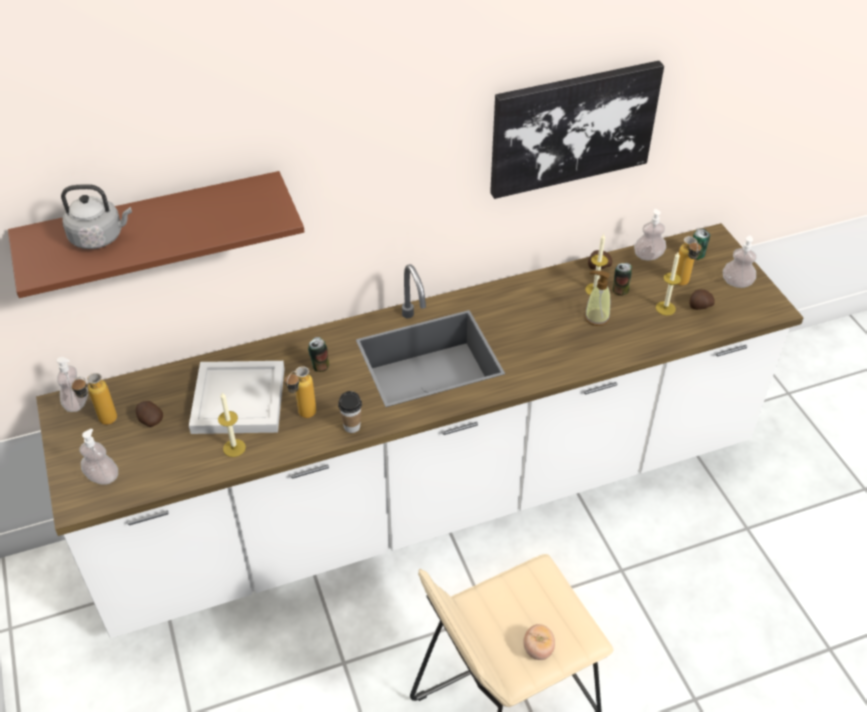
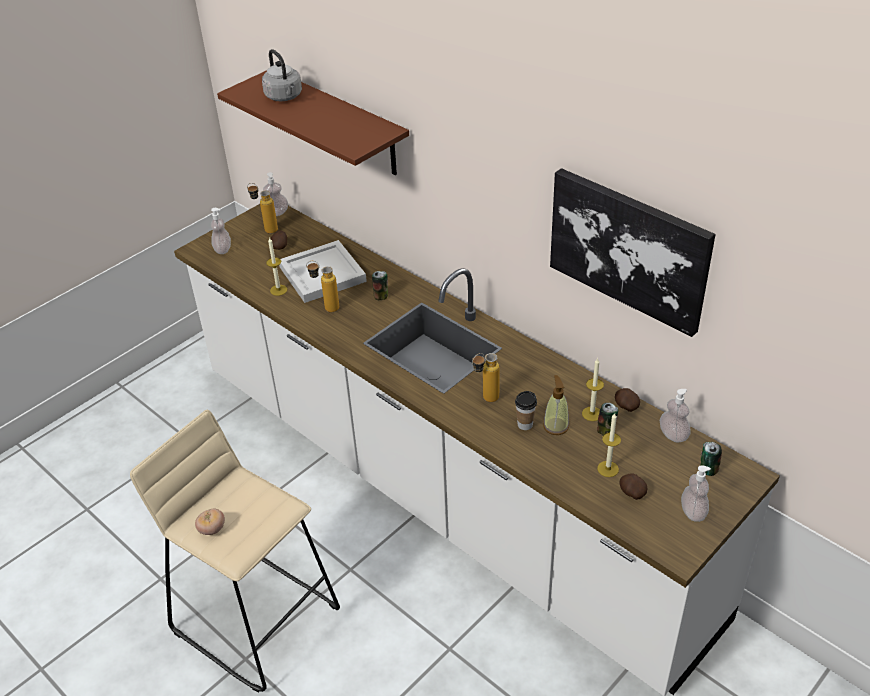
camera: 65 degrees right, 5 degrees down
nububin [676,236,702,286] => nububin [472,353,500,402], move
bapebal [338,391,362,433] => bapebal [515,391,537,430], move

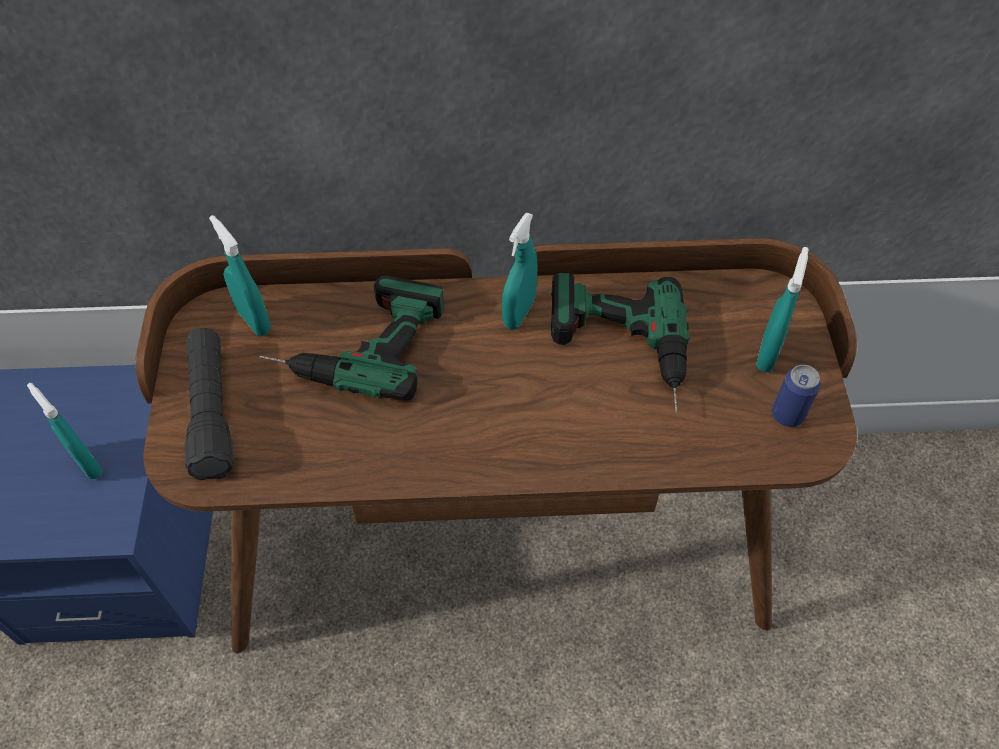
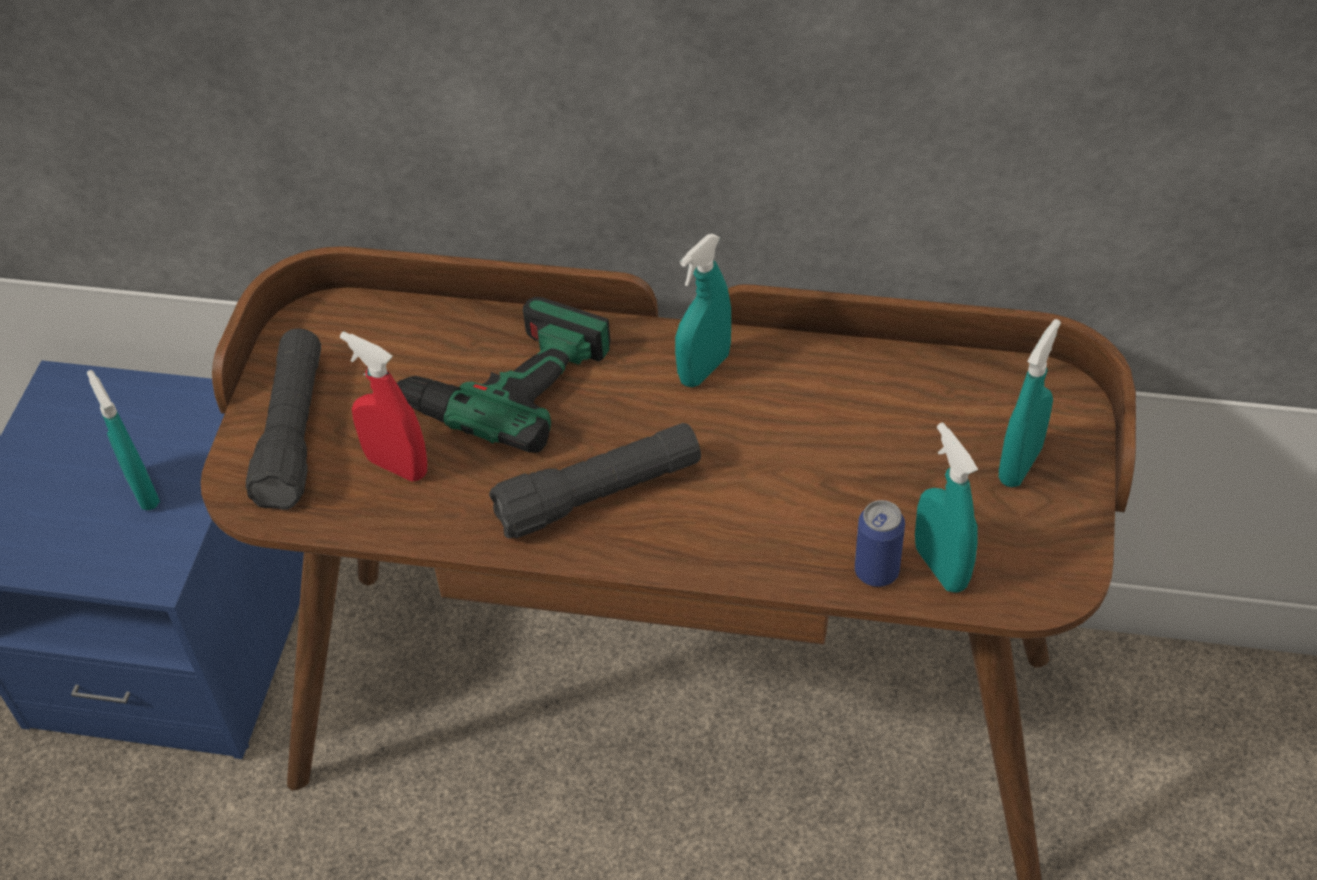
camera: 15 degrees right, 5 degrees down
nothing => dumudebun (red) [340,332,427,482]
nothing => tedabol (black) [489,423,701,538]
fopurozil [772,365,821,427] => fopurozil [855,500,905,587], move
dumudebun (turquoise) [209,215,271,336] => dumudebun (turquoise) [915,423,978,593], move
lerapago [551,273,690,413] => nothing

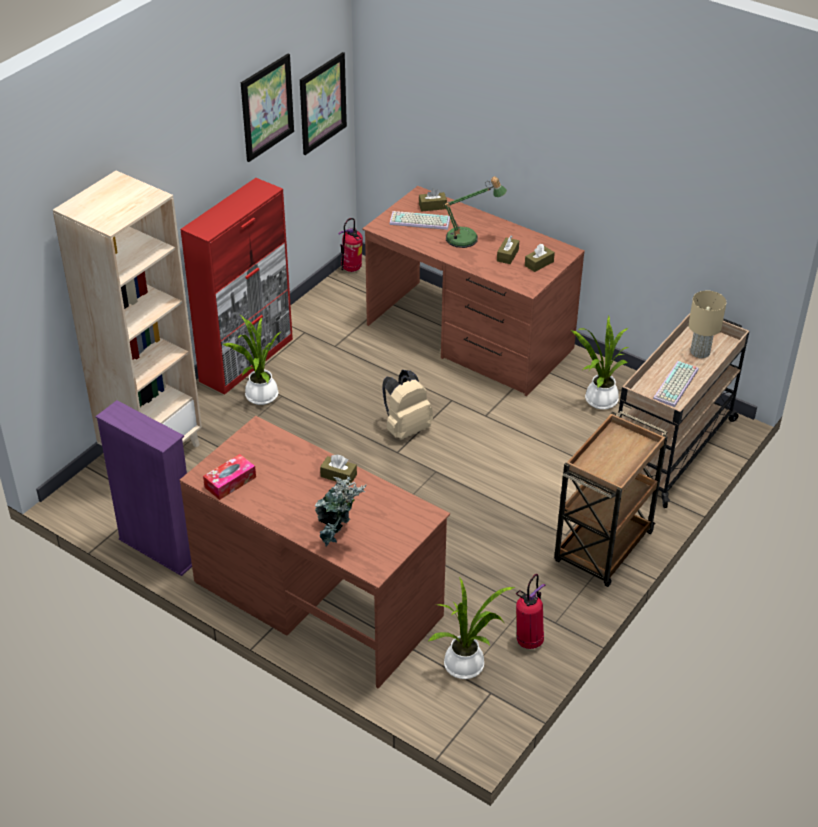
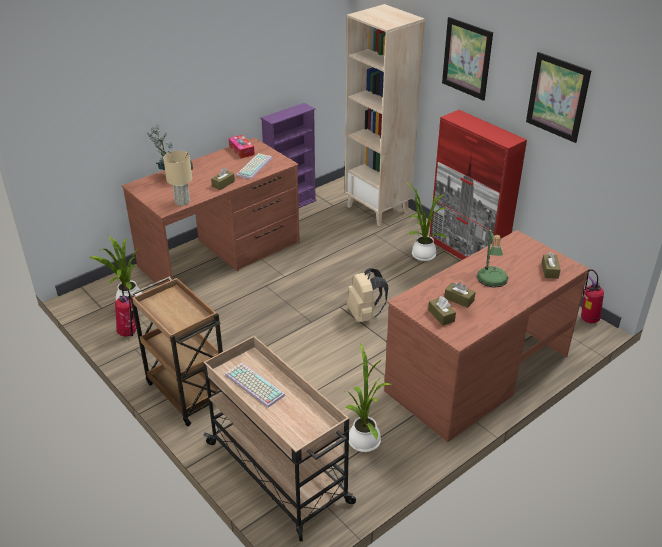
camera: 105 degrees right, 5 degrees down
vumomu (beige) [689,291,726,358] => vumomu (beige) [163,151,192,206], move
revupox [389,211,450,230] => revupox [236,153,272,179], move
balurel [300,52,347,155] => balurel [442,17,493,101], move

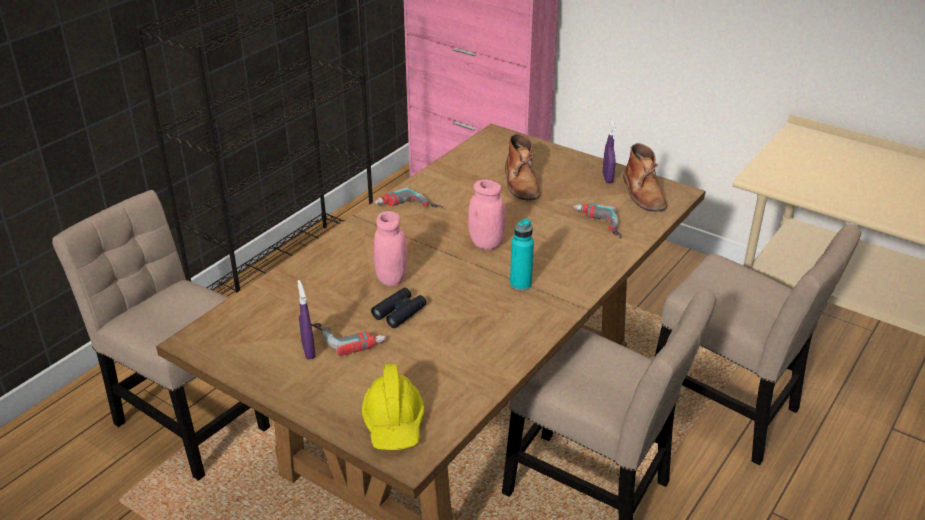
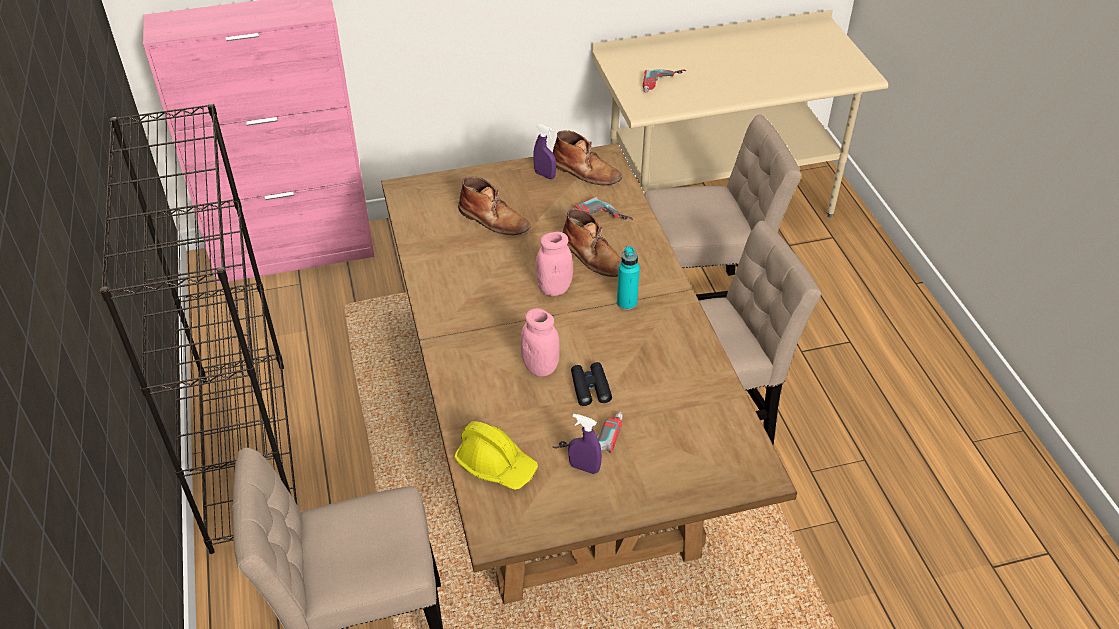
camera: 50 degrees left, 10 degrees up
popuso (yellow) [362,364,424,450] => popuso (yellow) [454,421,538,490], move
nothing => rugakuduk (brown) [563,208,622,277]
lerapago [374,187,443,209] => lerapago [643,69,686,93], move

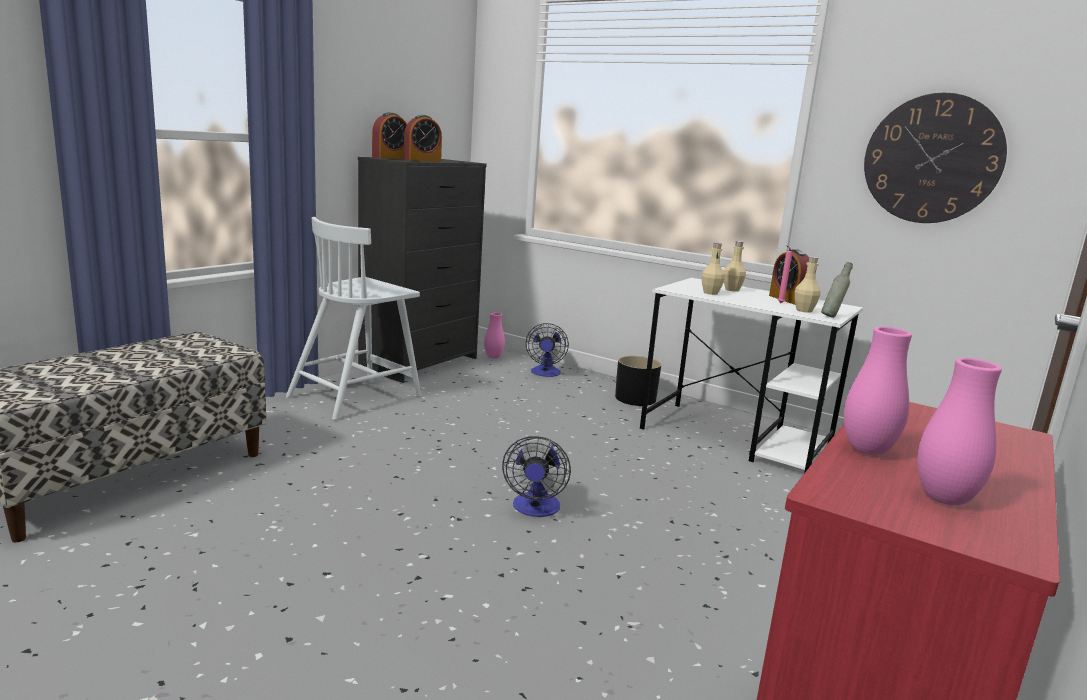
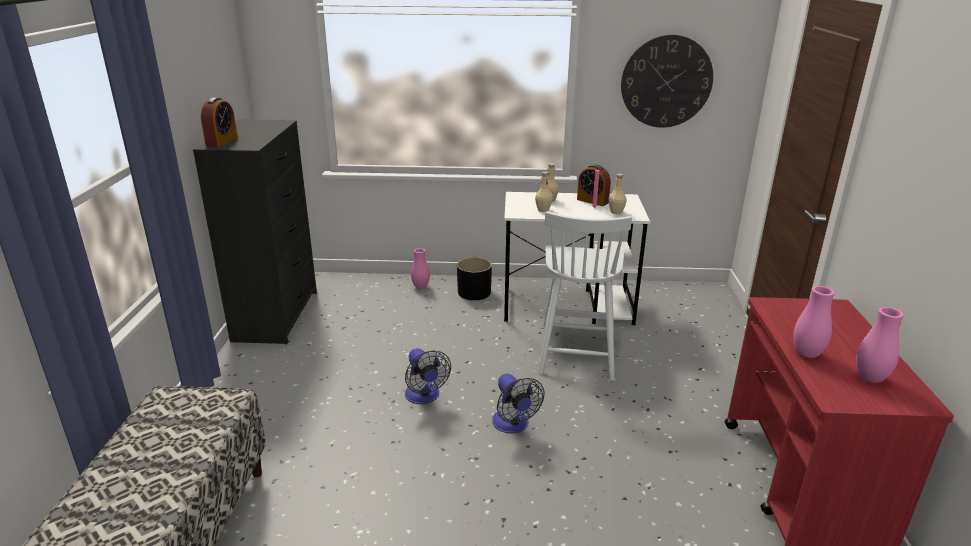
camera: 30 degrees left, 10 degrees up
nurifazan [526,323,569,377] => nurifazan [405,348,451,404], move
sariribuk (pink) [484,313,505,358] => sariribuk (pink) [411,248,430,289], move
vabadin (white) [286,217,421,420] => vabadin (white) [538,211,632,381], move
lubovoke [404,115,442,162] => nothing
nububin (grey) [821,262,853,318] => nothing

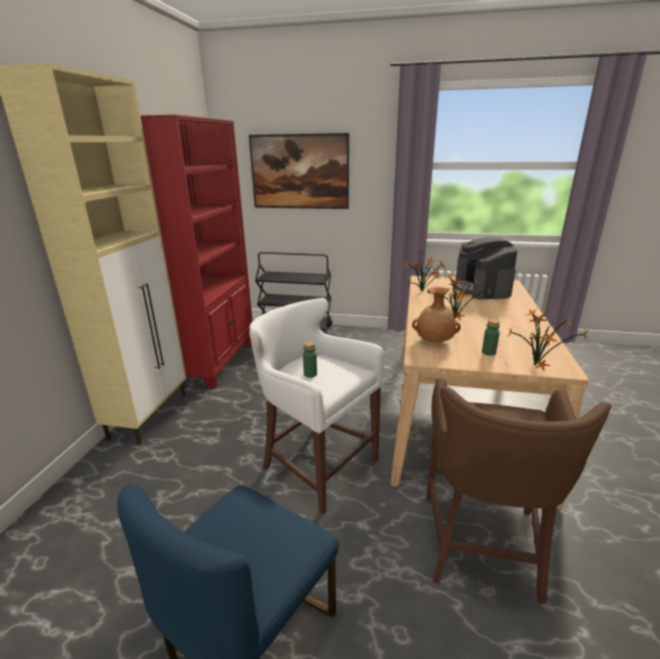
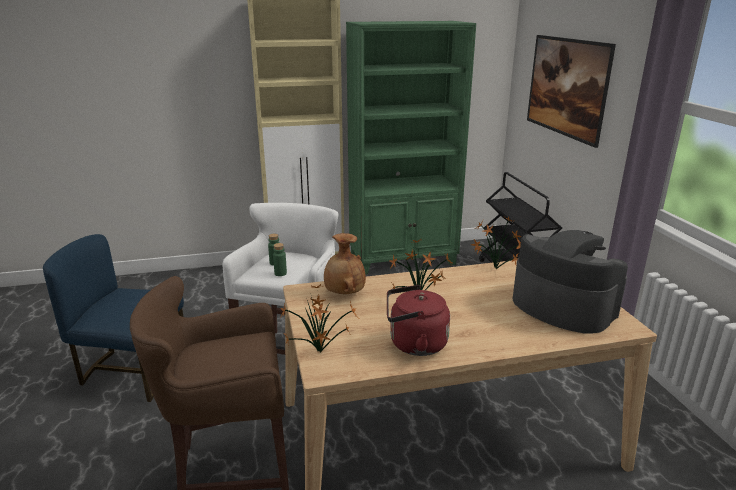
camera: 65 degrees right, 0 degrees up
nububin (green) [482,319,500,356] => nububin (green) [273,243,287,276], move
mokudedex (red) [140,115,252,389] => mokudedex (green) [346,21,476,275]
nothing => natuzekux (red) [387,285,450,356]
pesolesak [454,237,517,300] => pesolesak [513,230,628,334], 75 degrees clockwise

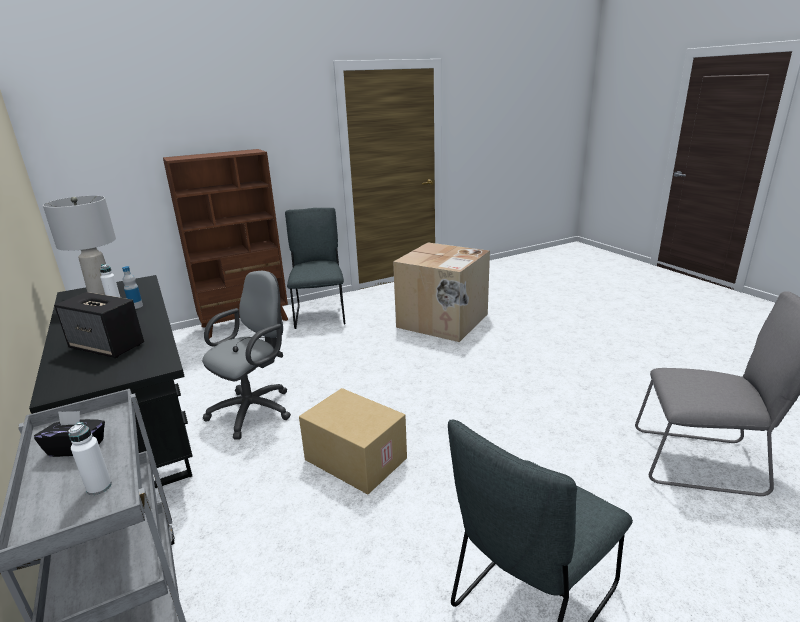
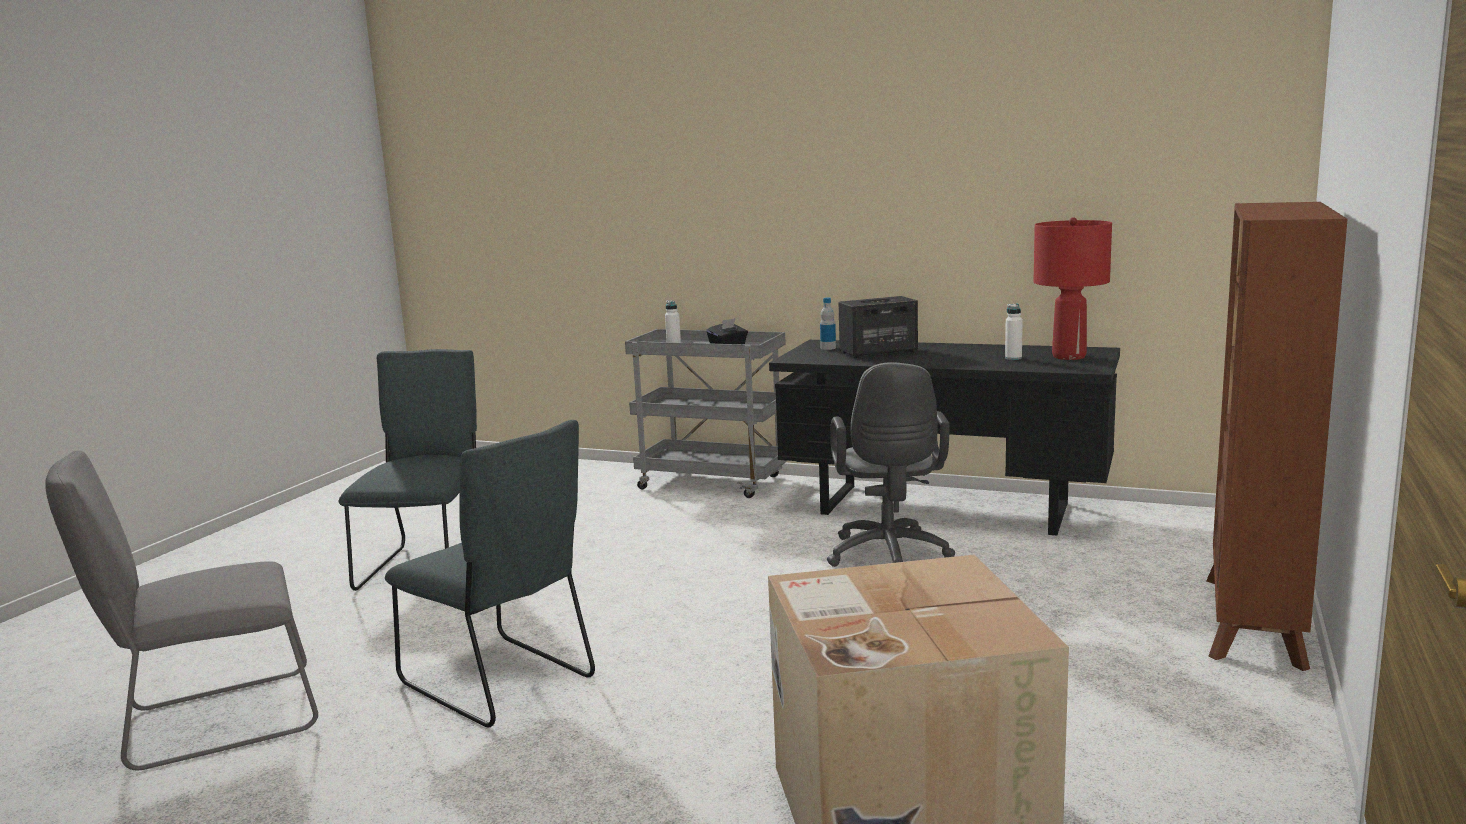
camera: 140 degrees right, 10 degrees down
vabadin (grey) [285,208,345,329] => vabadin (grey) [385,420,595,727], move
nububin [122,266,143,309] => nububin [820,297,836,350], move
vumomu (grey) [43,196,116,295] => vumomu (red) [1034,217,1112,360]
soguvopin [299,388,407,494] => nothing

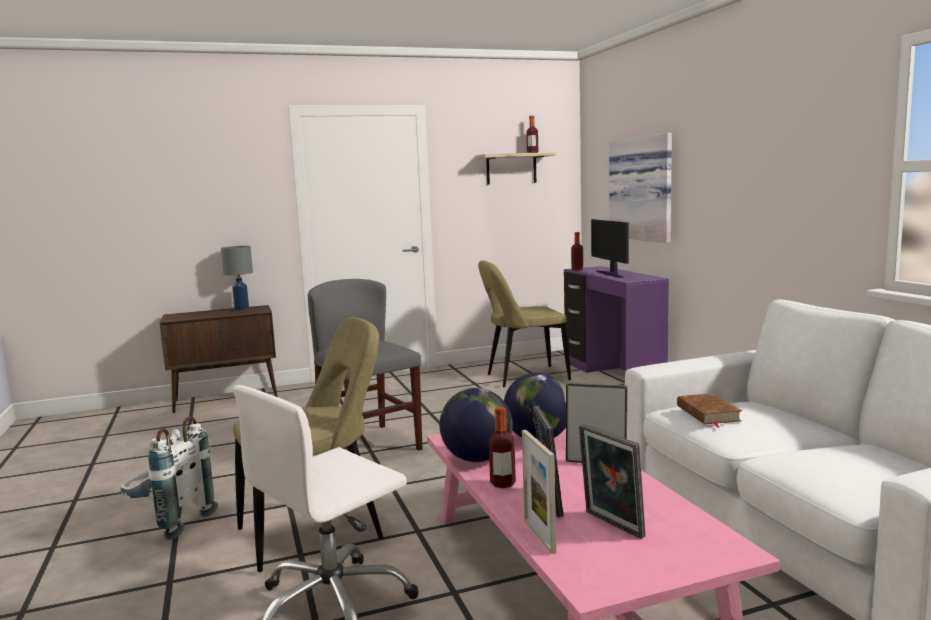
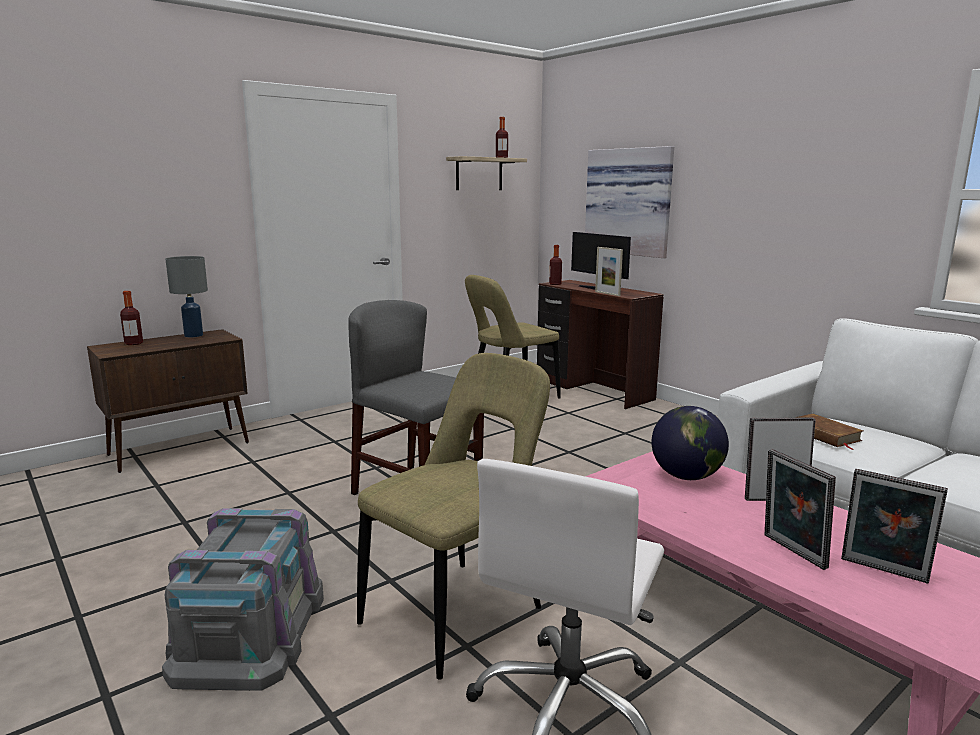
camera: 20 degrees left, 5 degrees up
nububin [489,407,516,488] => nububin [120,291,143,345], move
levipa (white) [121,417,218,540] => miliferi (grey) [162,508,324,691]
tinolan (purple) [564,266,669,373] => tinolan (brown) [537,280,664,409]
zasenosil [522,430,556,554] => zasenosil [595,247,623,296], move
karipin [439,388,513,462] => nothing

